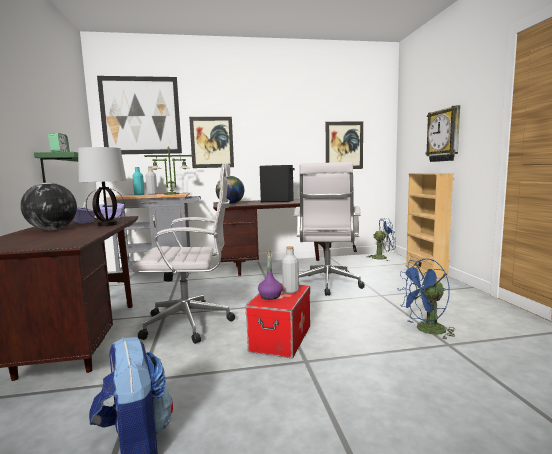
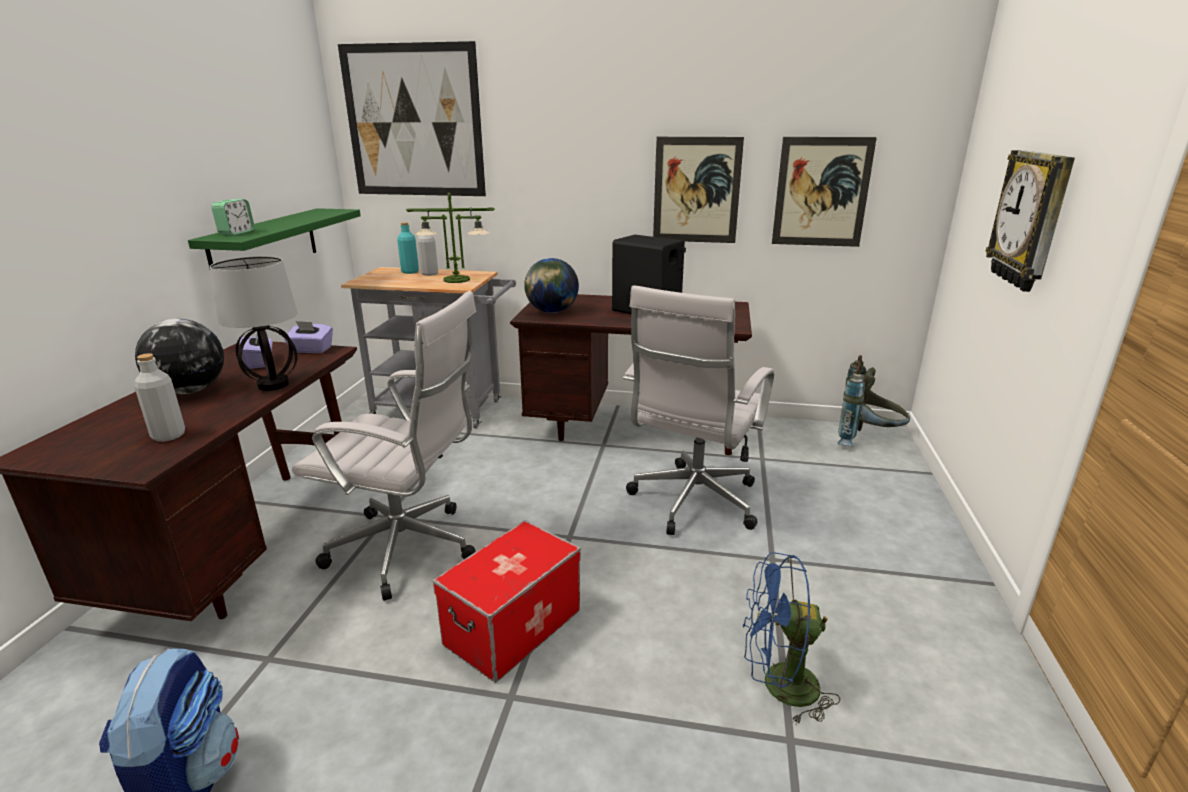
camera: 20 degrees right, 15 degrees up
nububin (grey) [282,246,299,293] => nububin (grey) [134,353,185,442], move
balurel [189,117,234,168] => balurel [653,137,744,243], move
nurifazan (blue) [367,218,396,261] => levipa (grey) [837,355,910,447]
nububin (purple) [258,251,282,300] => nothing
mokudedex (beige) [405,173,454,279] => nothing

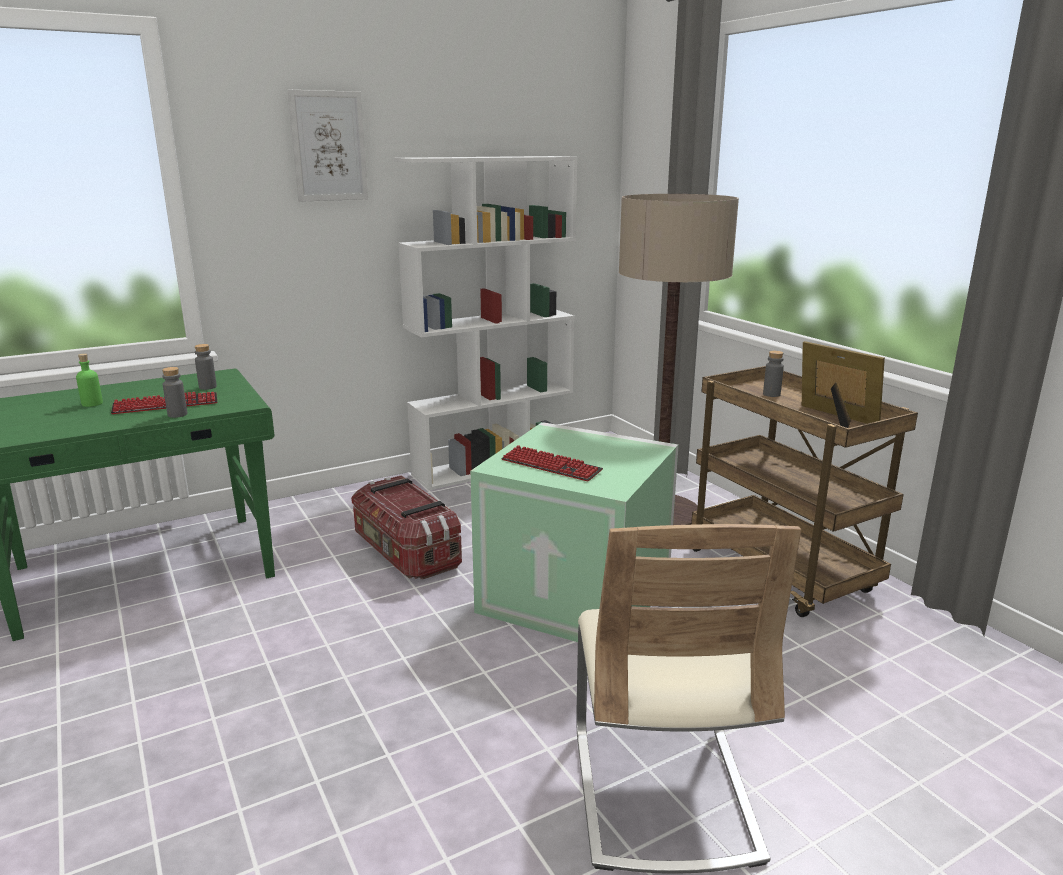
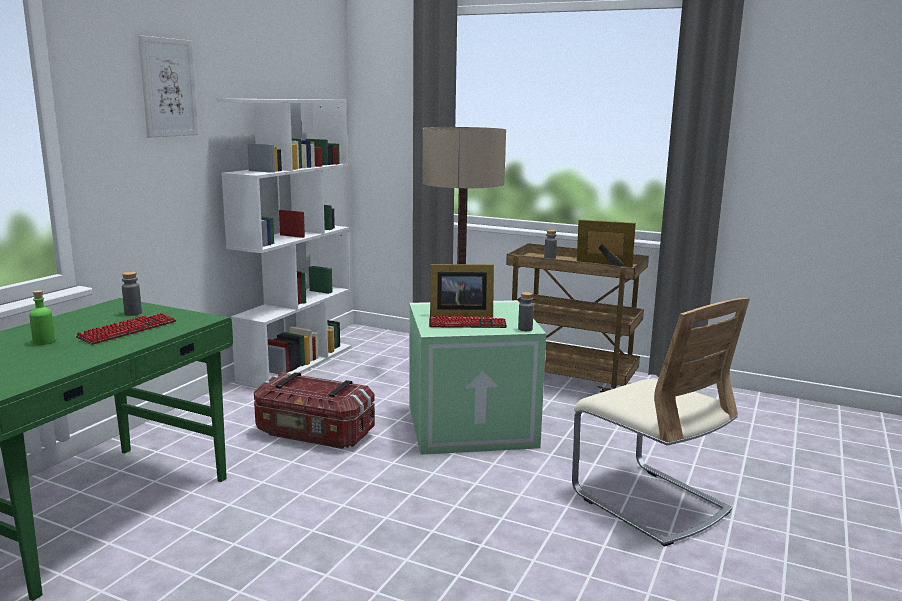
camera: 35 degrees left, 5 degrees down
nothing => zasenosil [430,264,494,317]
nububin (grey) [162,367,188,418] => nububin (grey) [518,292,534,331], move

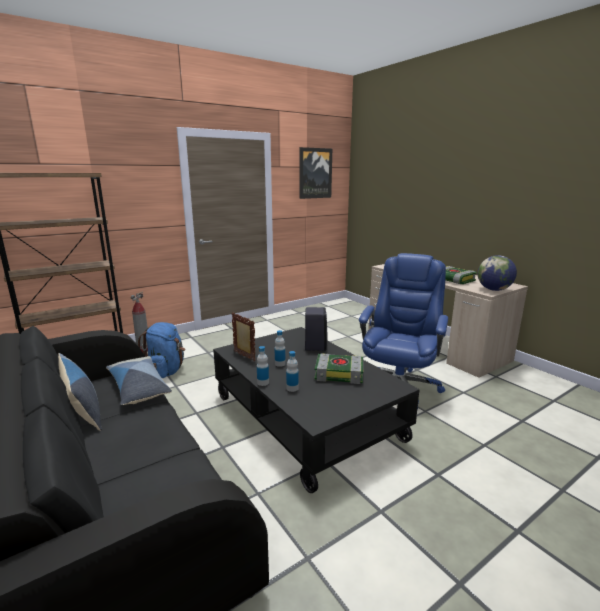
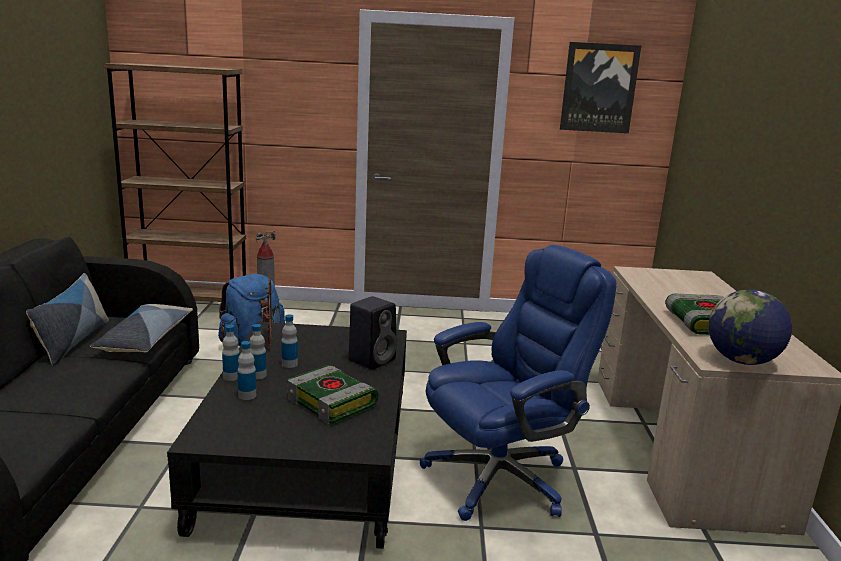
camera: 35 degrees right, 0 degrees up
nothing => nububin [250,324,267,380]

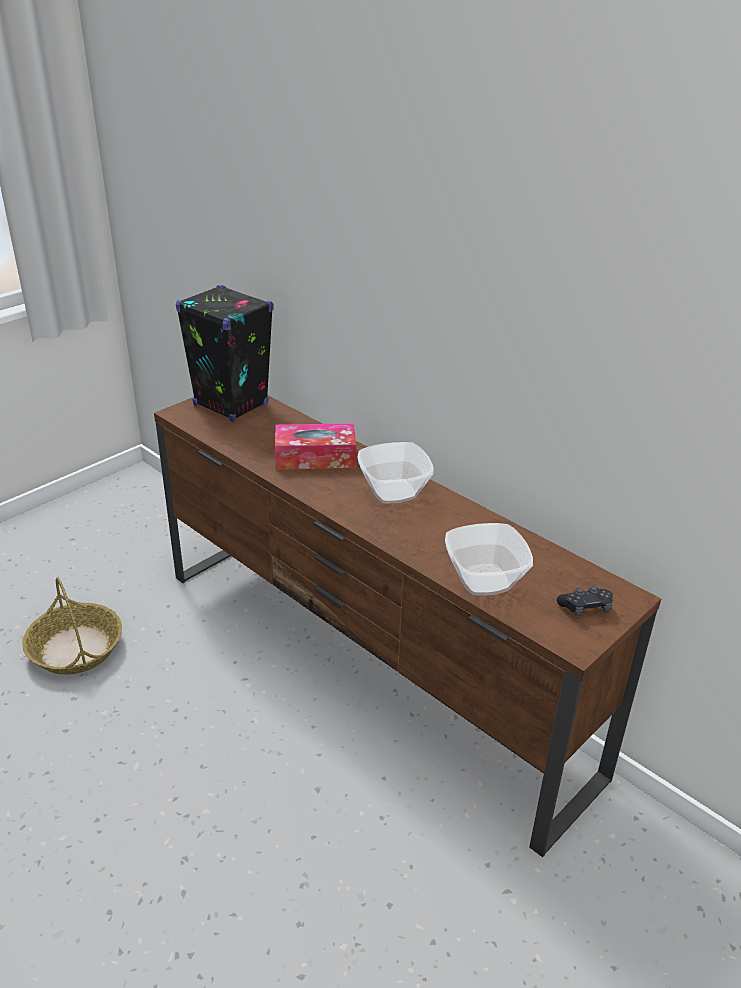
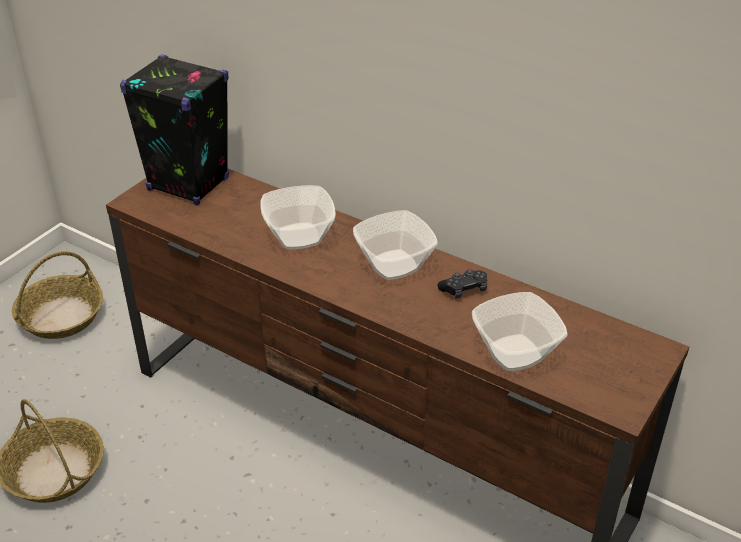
camera: 10 degrees left, 5 degrees up
nothing => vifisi [12,251,103,339]
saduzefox [275,423,356,470] => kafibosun [260,185,336,249]
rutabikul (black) [557,586,613,616] => rutabikul (black) [437,269,487,299], move

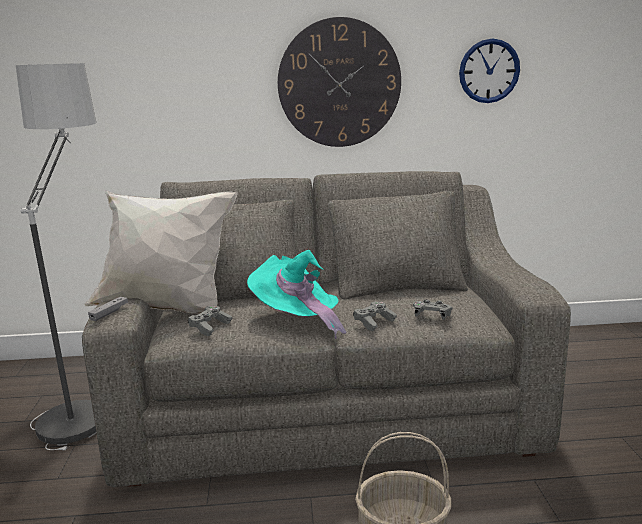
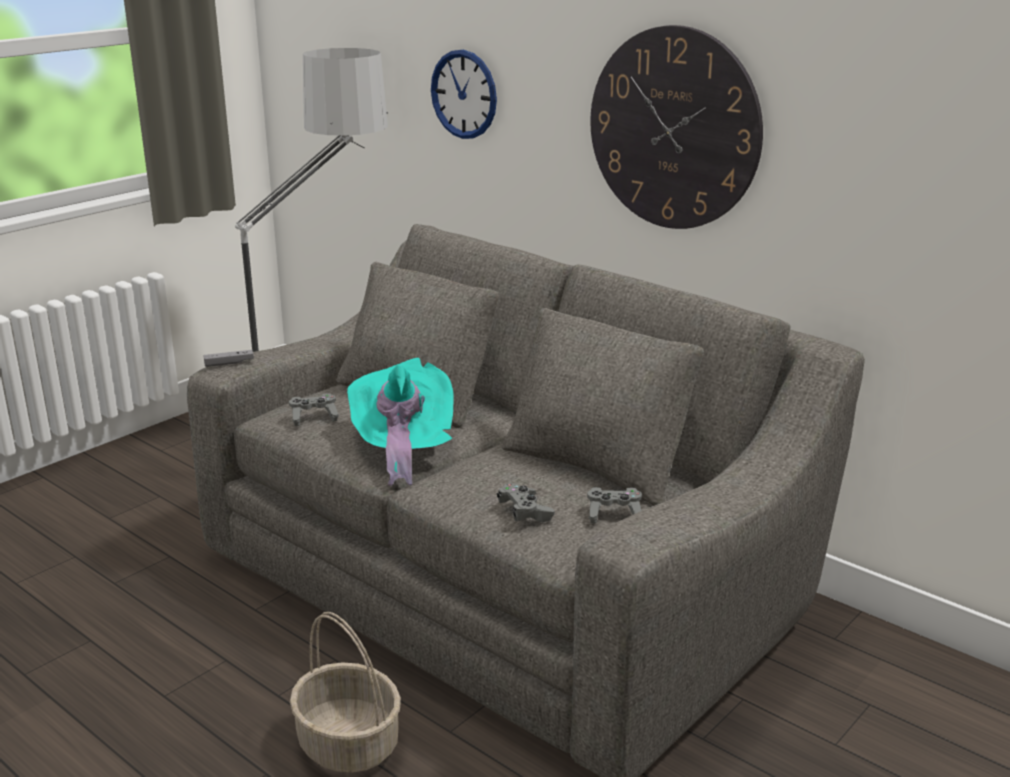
camera: 45 degrees right, 5 degrees up
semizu [459,39,520,103] => semizu [431,50,497,139], move
rutabikul (grey) [353,301,397,331] => rutabikul (grey) [587,487,642,523], move
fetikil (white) [84,190,238,314] => nothing

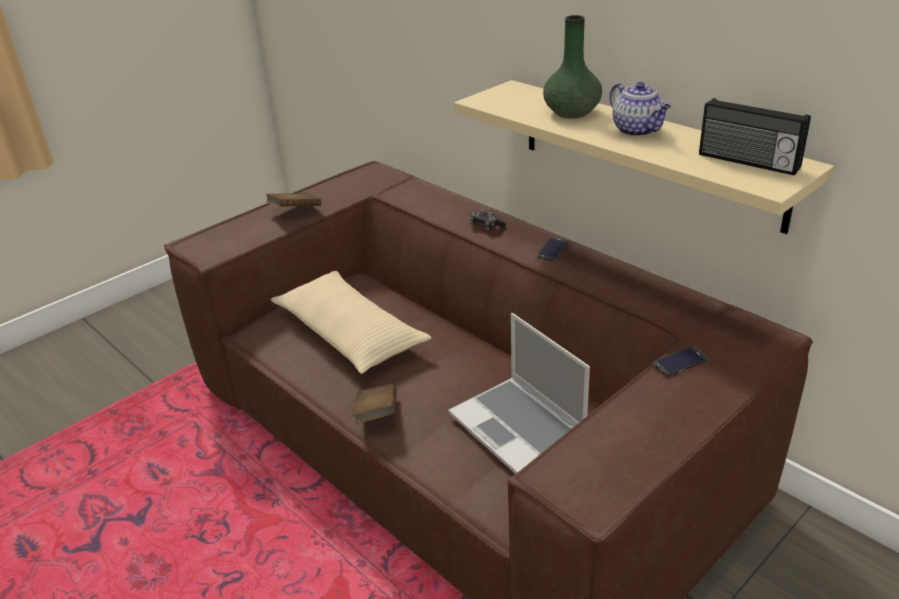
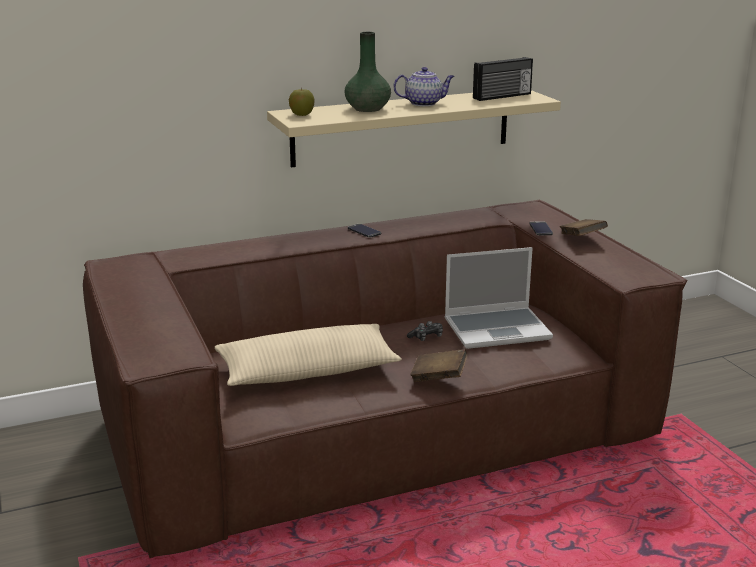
camera: 70 degrees left, 10 degrees down
nothing => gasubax [289,87,315,116]
rutabikul [469,209,506,230] => rutabikul [407,321,443,341], move
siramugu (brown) [266,193,321,207] => siramugu (brown) [560,219,608,236], move

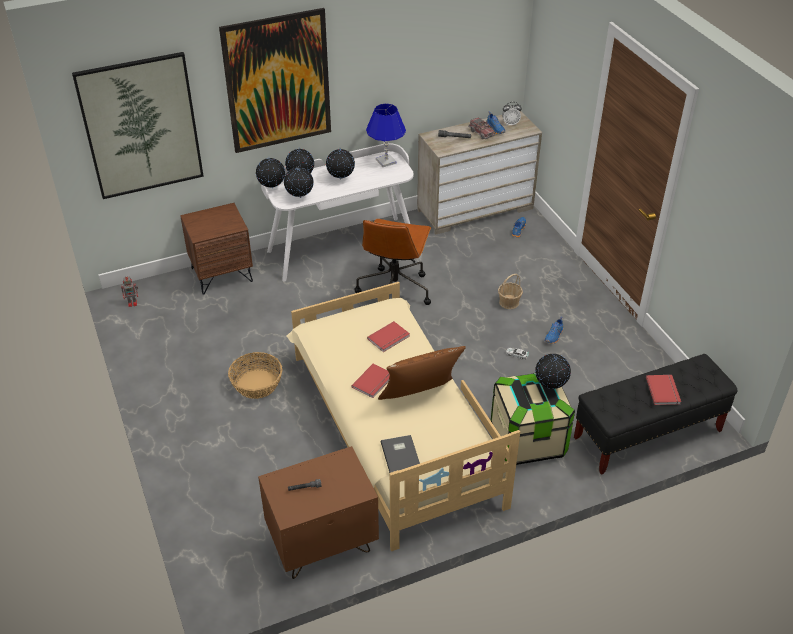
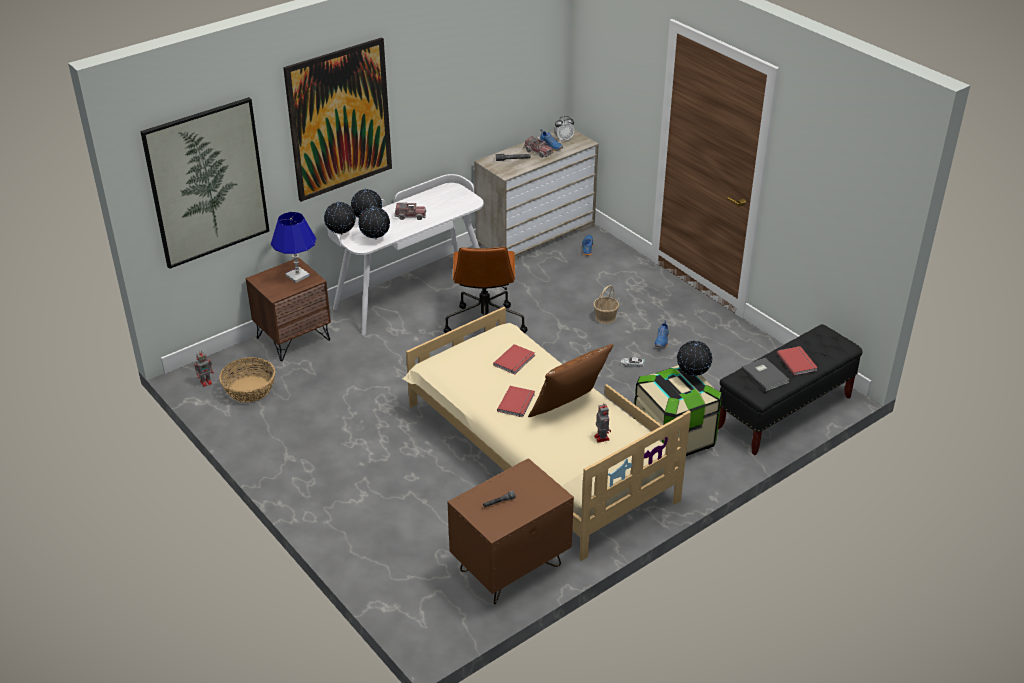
camera: 15 degrees left, 5 degrees down
vifisi [228,352,282,399] => vifisi [219,357,275,403], move
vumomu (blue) [366,103,406,167] => vumomu (blue) [271,212,316,283], move
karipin [326,149,355,180] => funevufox [394,202,426,220]
nothing => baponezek [594,402,611,443]
siramugu (grey) [381,435,420,473] => siramugu (grey) [741,358,790,391], move

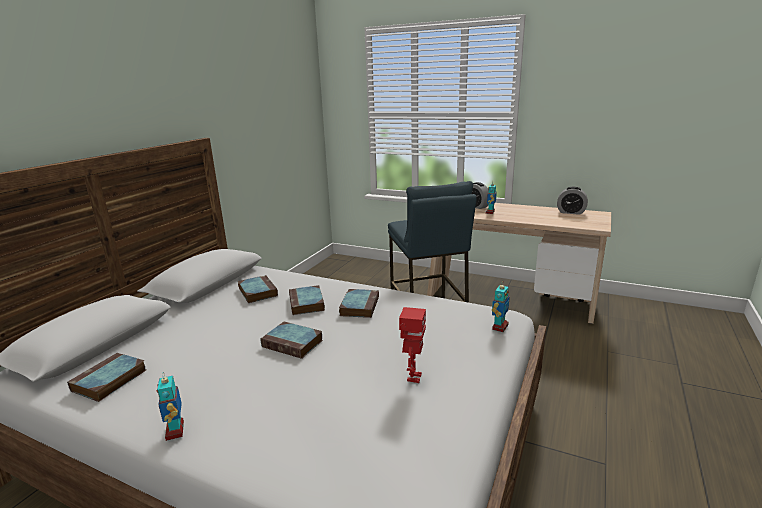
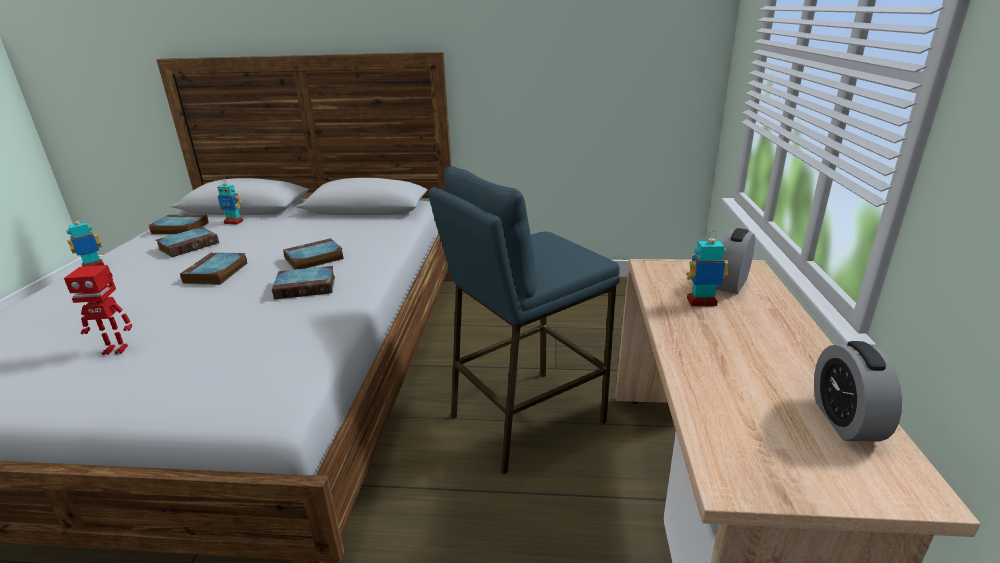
camera: 70 degrees right, 5 degrees up
siramugu [238,275,278,303] => siramugu [156,227,219,257], move
baponezek [492,283,510,332] => baponezek [217,178,243,224], move

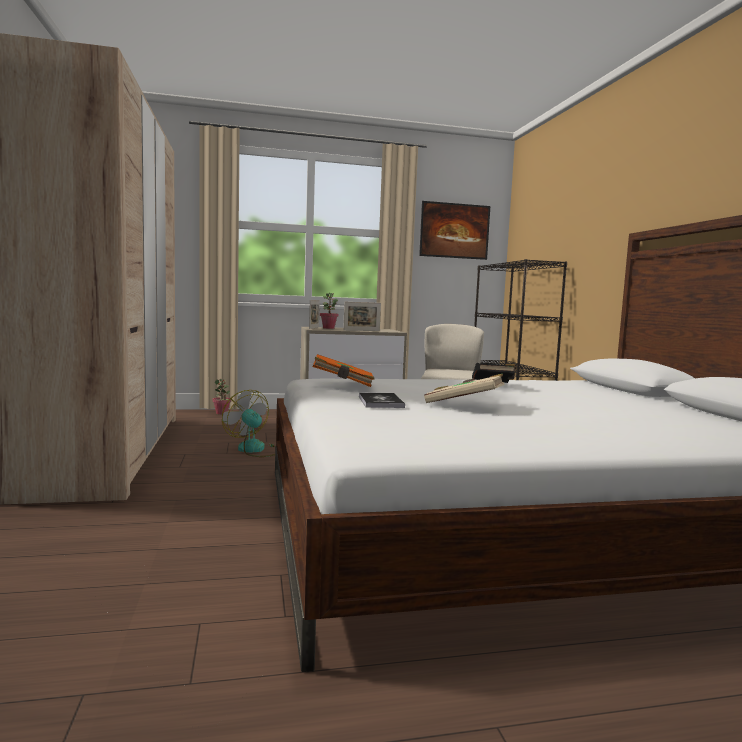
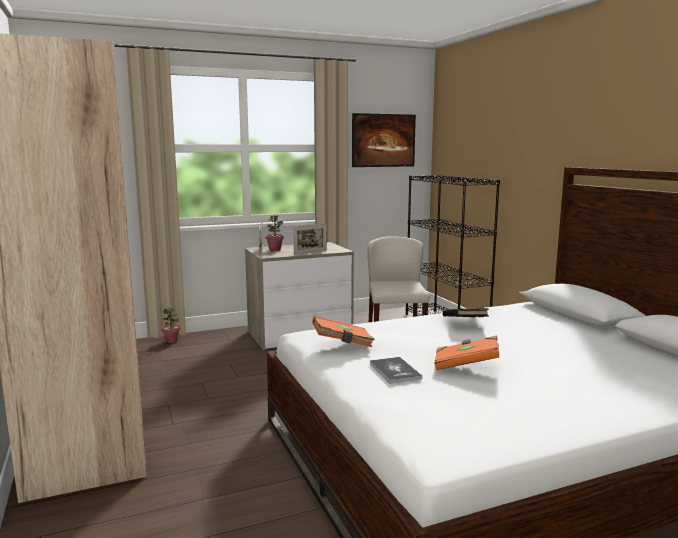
camera: 10 degrees left, 5 degrees up
siramugu (beige) [424,374,505,403] => siramugu (orange) [434,335,499,370]
nurifazan [222,390,275,457] => nothing

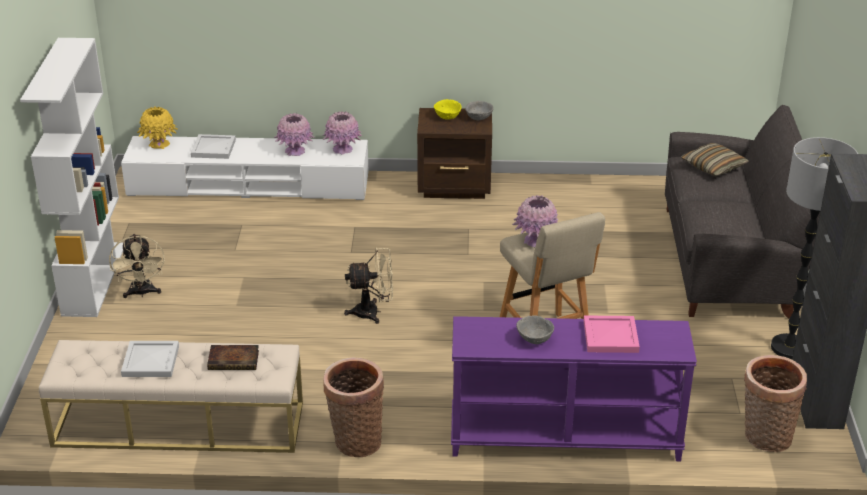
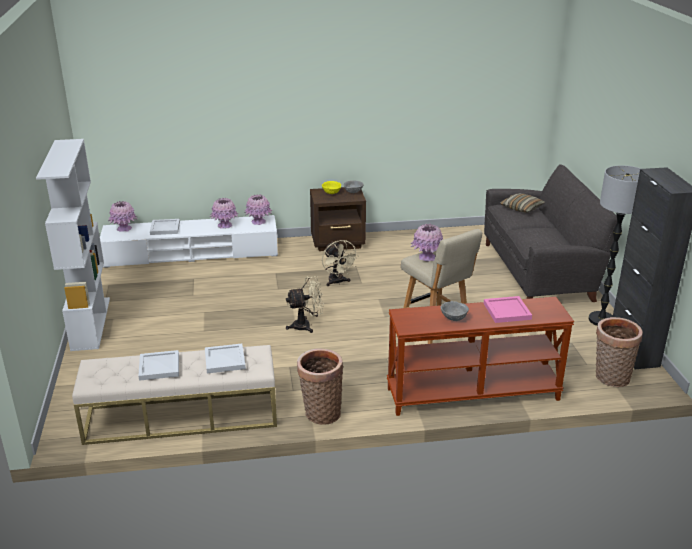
camera: 10 degrees left, 5 degrees down
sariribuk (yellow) [137,106,178,149] => sariribuk (pink) [108,201,138,232]
siramugu [207,345,259,370] => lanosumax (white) [205,344,246,374]
nurifazan (beige) [109,233,165,298] => nurifazan (beige) [322,240,359,286], move
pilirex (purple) [451,316,697,461] => pilirex (brown) [387,297,574,416]

